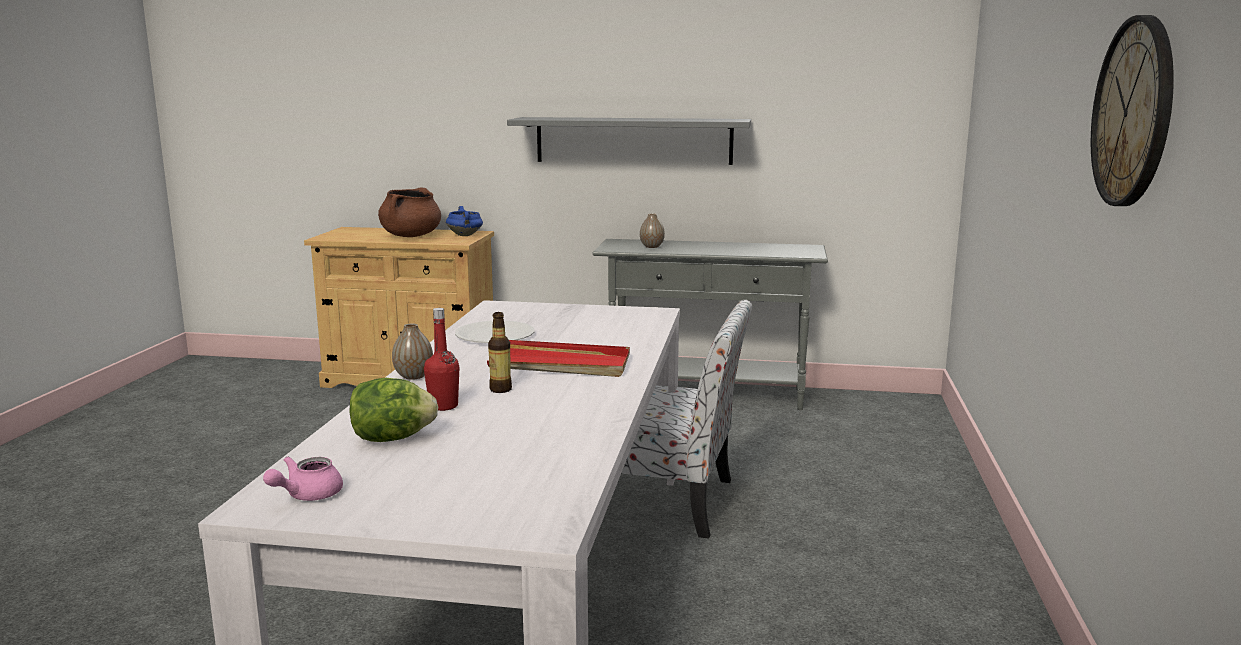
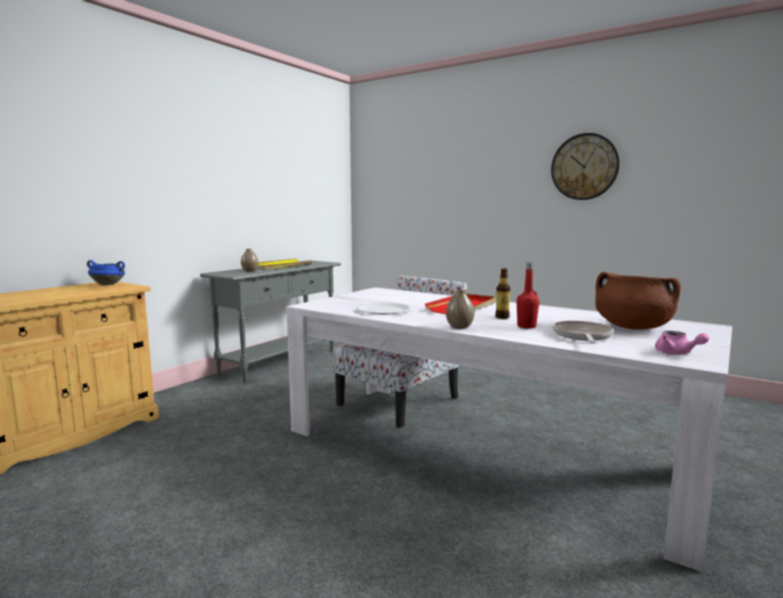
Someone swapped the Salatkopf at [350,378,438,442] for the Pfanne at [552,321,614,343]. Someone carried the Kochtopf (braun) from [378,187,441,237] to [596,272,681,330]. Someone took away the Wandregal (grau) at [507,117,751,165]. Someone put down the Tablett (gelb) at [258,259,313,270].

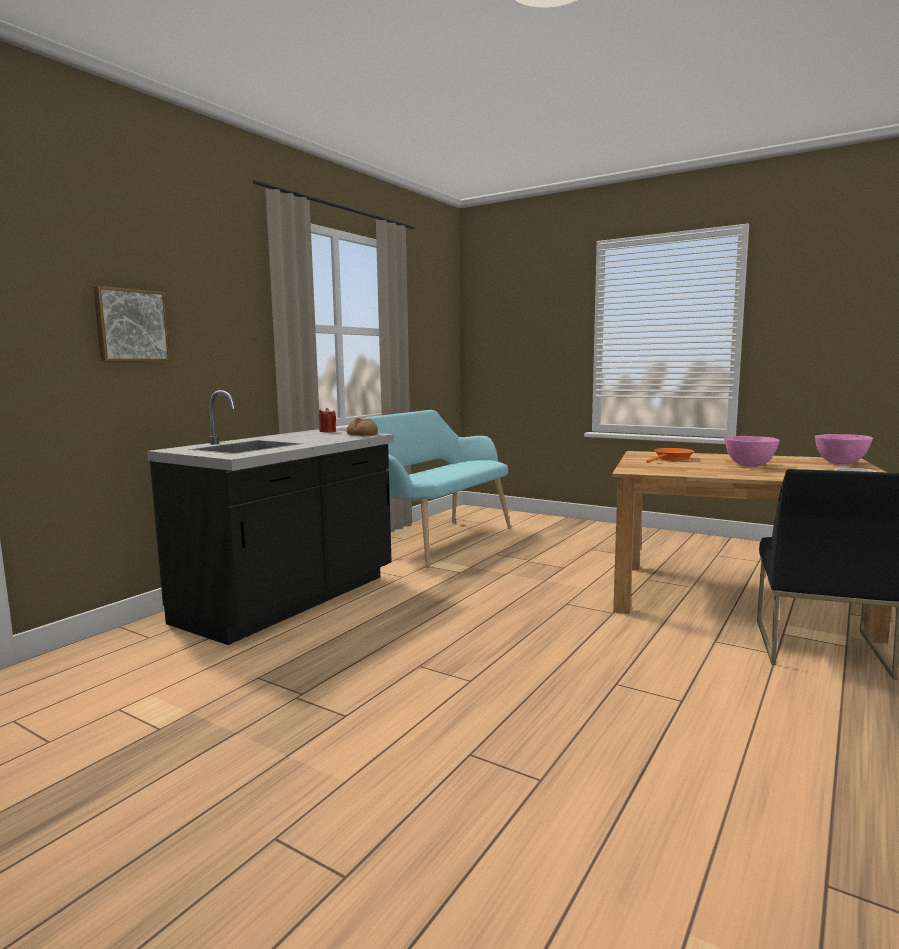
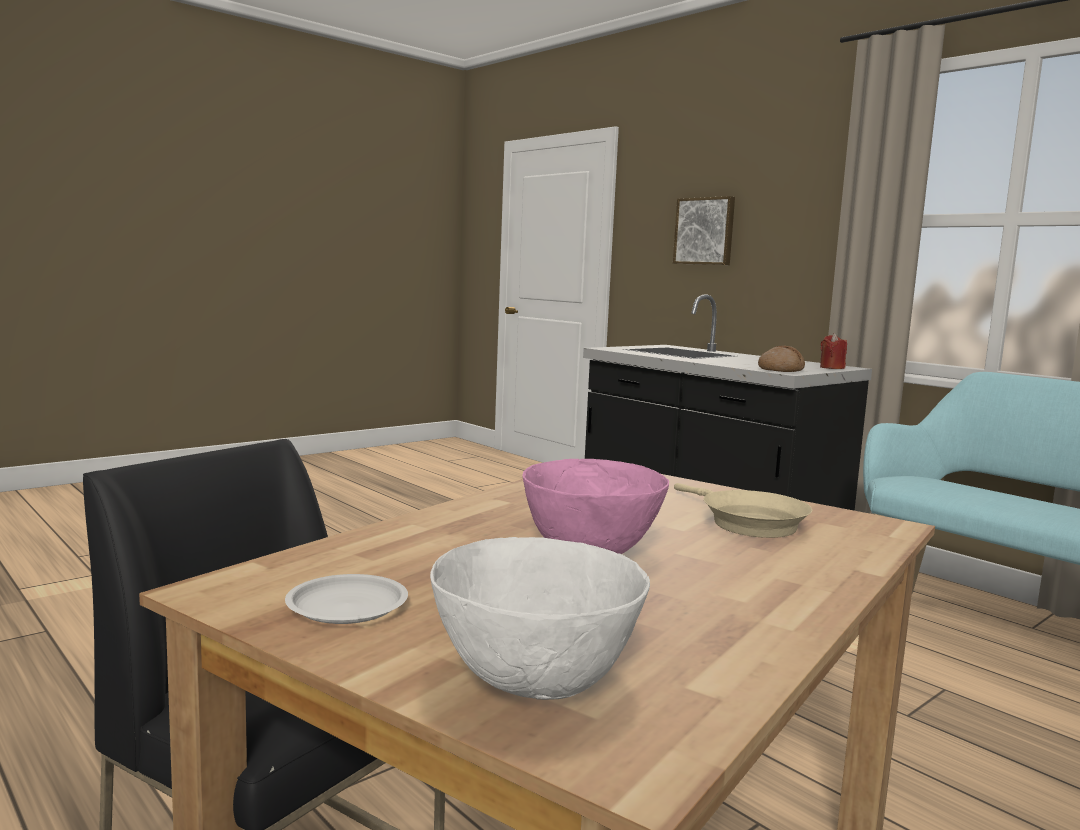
Someone repainted the Pfanne (orange) at [646,448,695,463], which became the Pfanne (beige) at [674,483,812,538]. Someone repainted the Schüssel (rosa) at [815,434,873,464], which became the Schüssel (weiß) at [430,537,650,700].

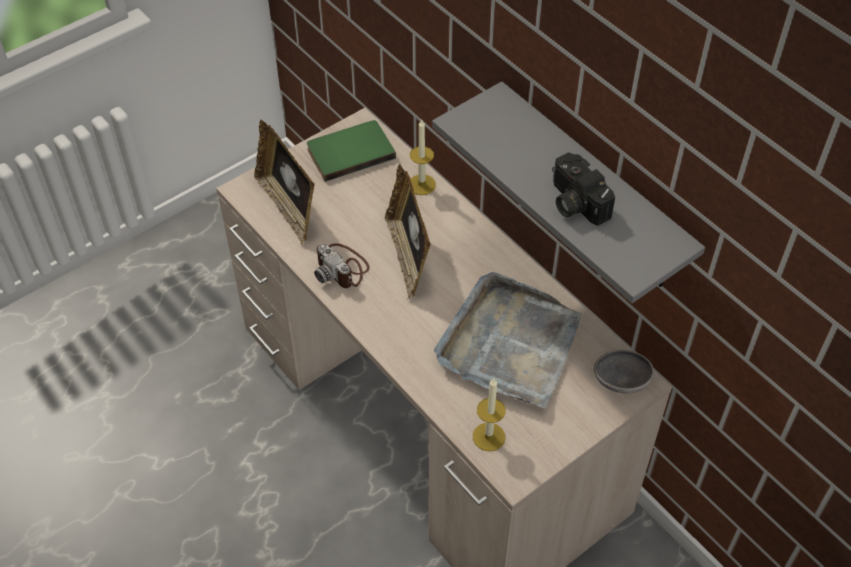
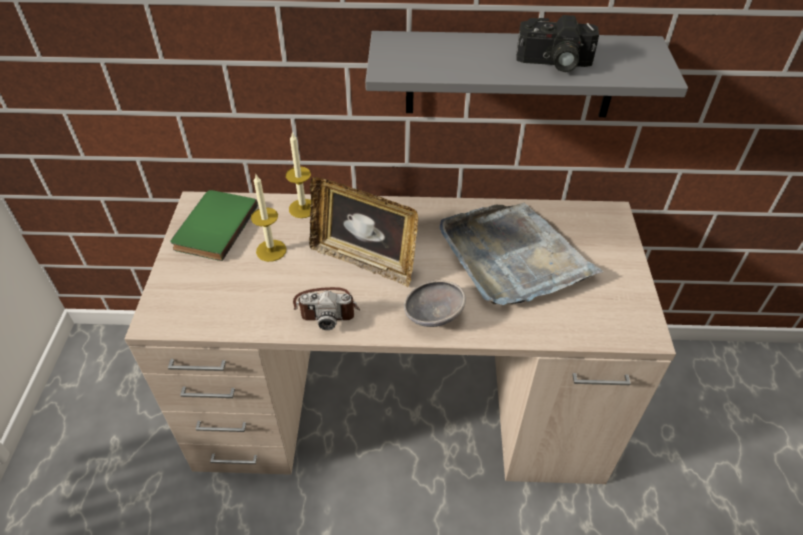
Someone took away the Bilderrahmen at [254,120,315,244]. Someone carried the Kerze from [473,379,505,451] to [251,175,287,262]. Someone carried the Schüssel (grau) from [594,350,654,394] to [404,280,466,327].

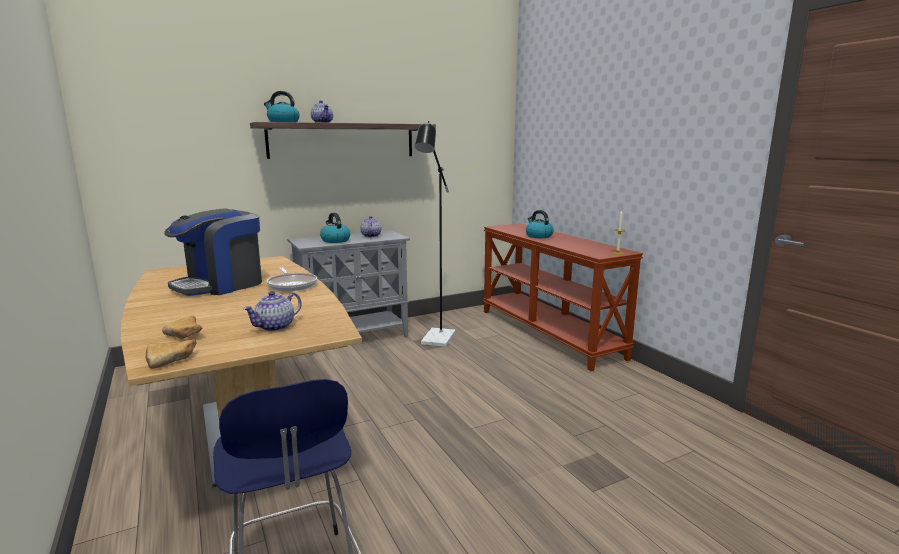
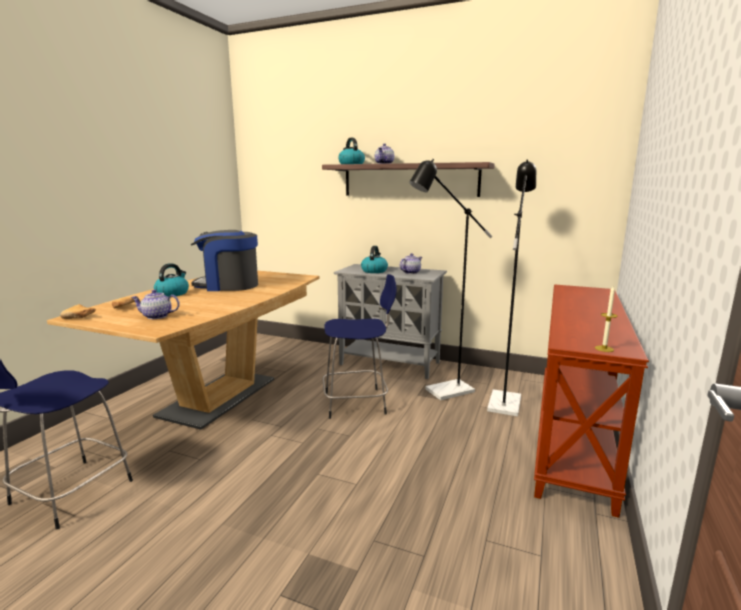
Someone took away the Pfanne at [266,267,317,291]. Someone carried the Wasserkessel from [526,210,554,238] to [154,263,189,297]. Someone put down the Hocker (blau) at [322,274,397,419]. Someone put down the Stehlampe (schwarz) at [487,159,536,417].

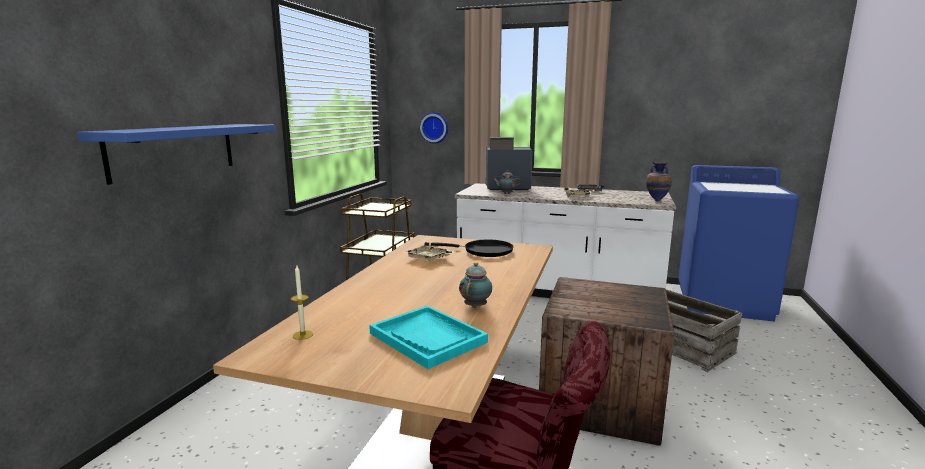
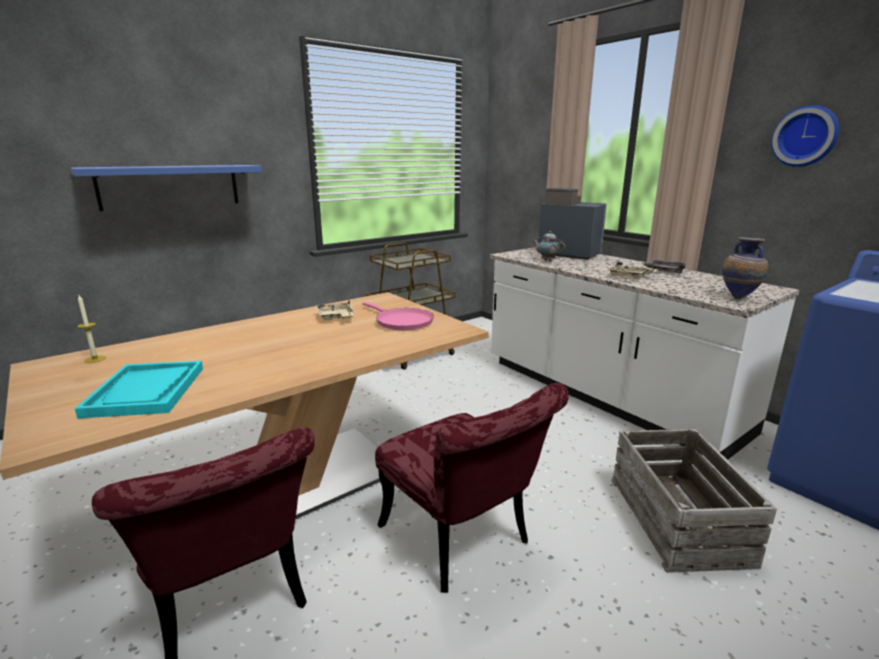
Someone carried the Wanduhr from [420,112,448,144] to [771,105,839,167]. Someone repainted the Pfanne (schwarz) at [431,240,514,257], which became the Pfanne (rosa) at [363,302,434,330]. Someone took away the Teekanne at [459,262,492,308]. Someone swapped the Kiste at [539,277,674,446] for the Stuhl (rot) at [375,383,569,593].

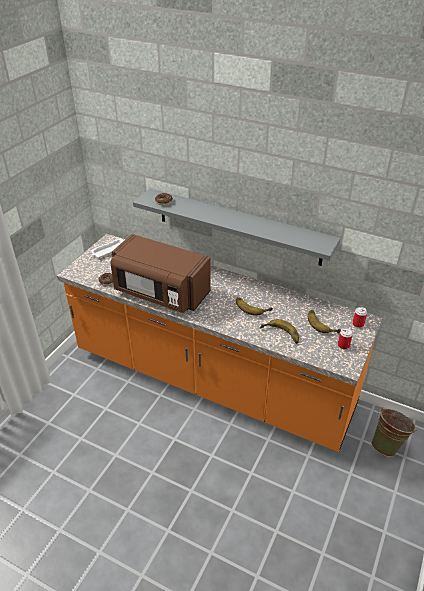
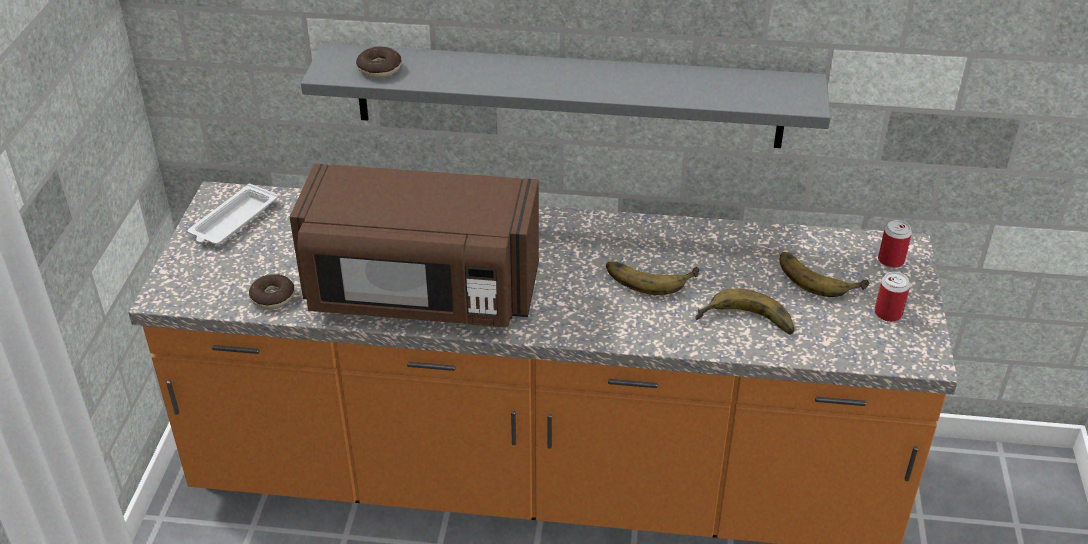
Someone took away the Eimer (grün) at [371,407,416,457].

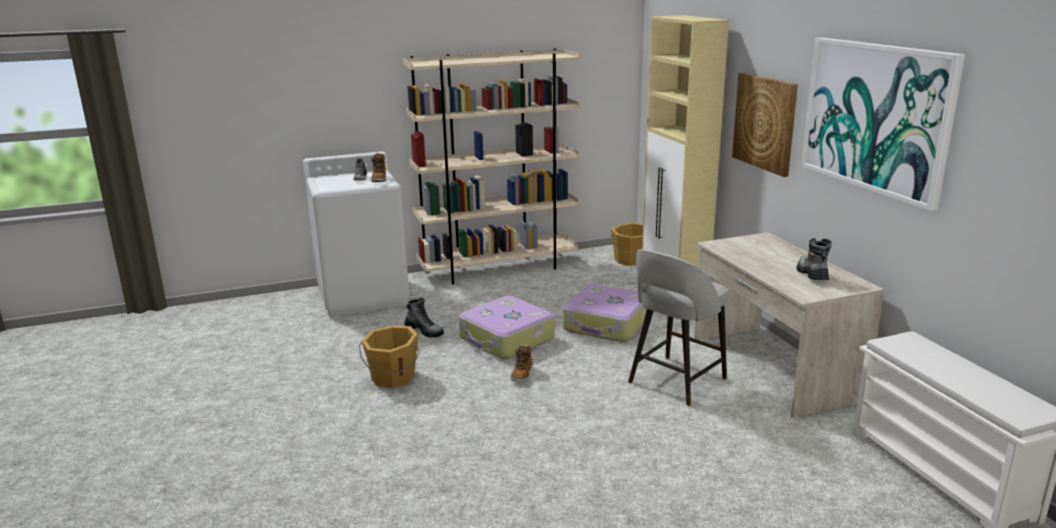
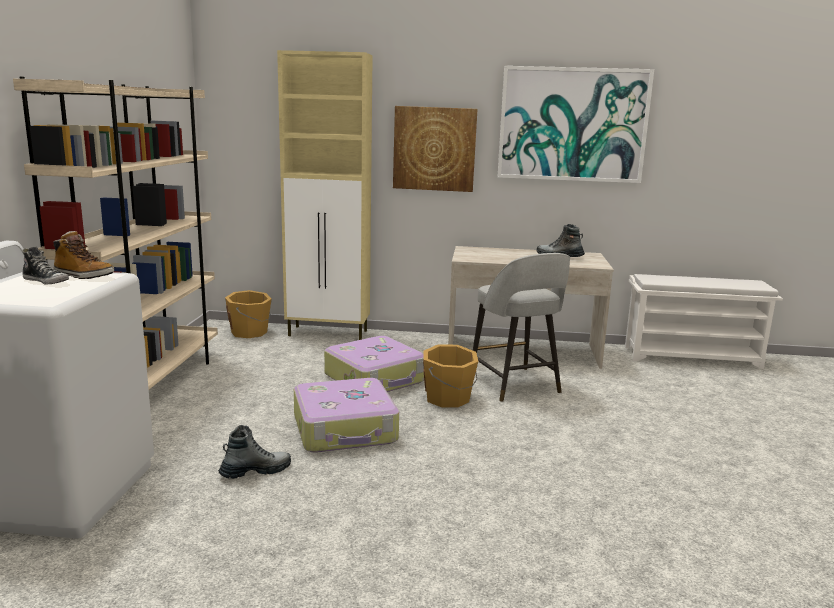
Someone carried the Eimer (orange) from [359,326,420,388] to [423,344,478,408]. Someone took away the Stiefel at [511,344,532,382].

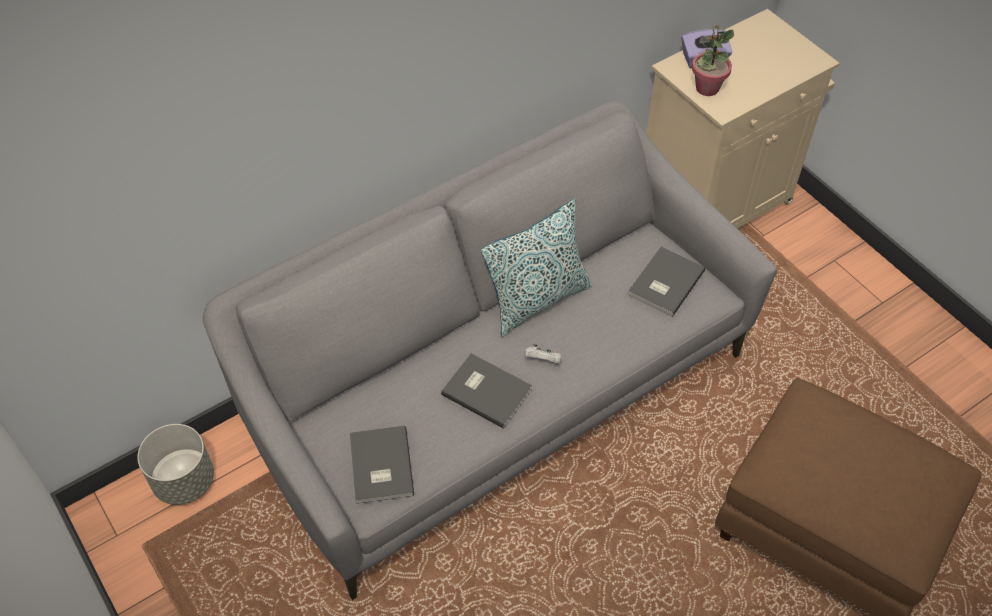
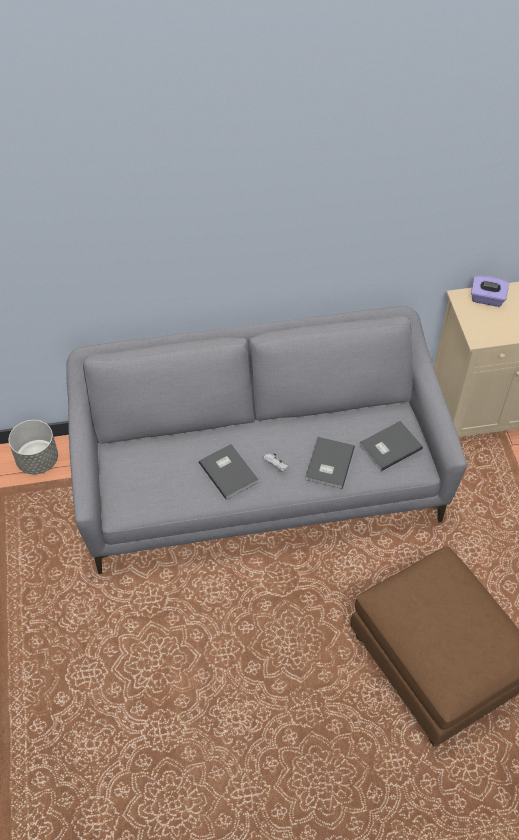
Someone carried the Buch (grau) from [350,425,414,504] to [305,437,355,489]. Someone took away the Kissen at [481,199,592,336]. Someone took away the Topfpflanze at [692,25,734,96].

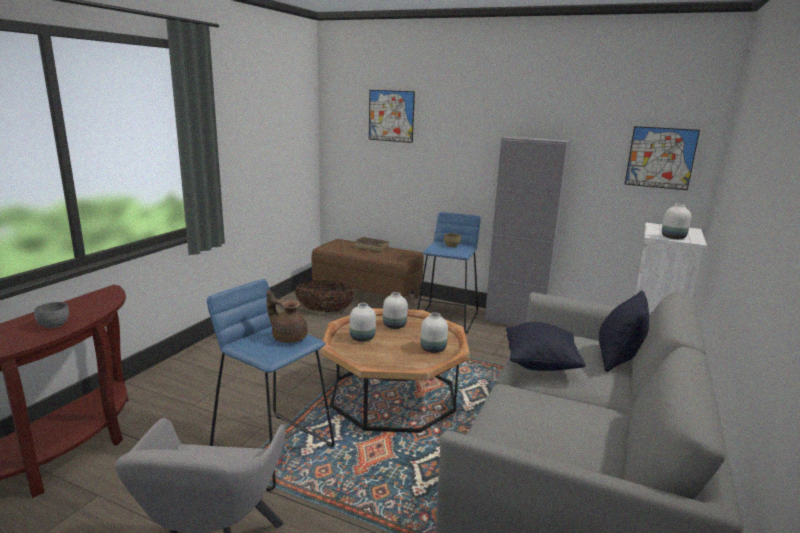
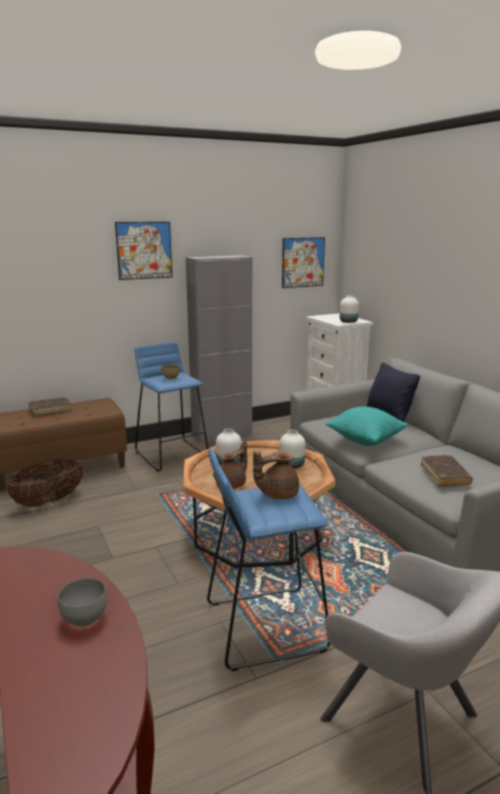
Someone swapped the Vase (weiß) at [350,303,376,342] for the Teekanne (braun) at [216,441,247,489]. Someone carried the Bild from [369,90,415,143] to [115,222,172,280]. Someone repainted the Kissen (schwarz) at [506,322,586,371], which became the Kissen (türkis) at [325,407,408,446]. Someone put down the Buch (braun) at [421,455,473,487].

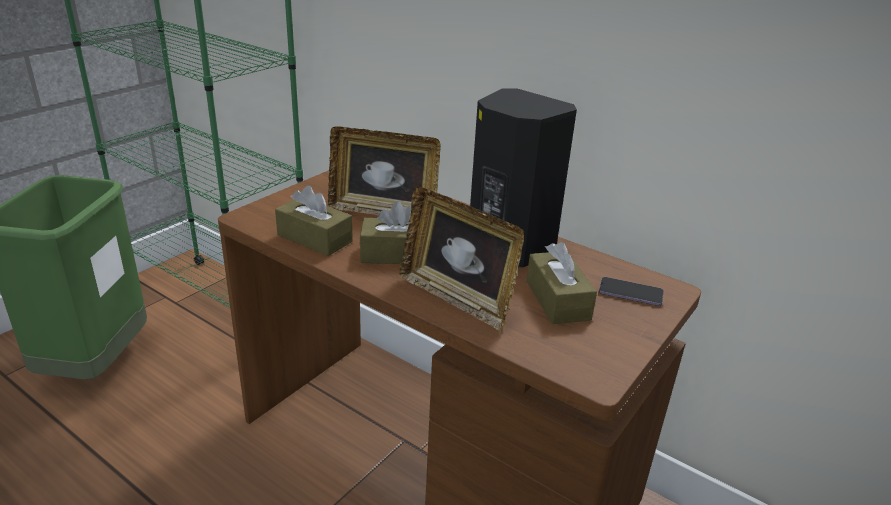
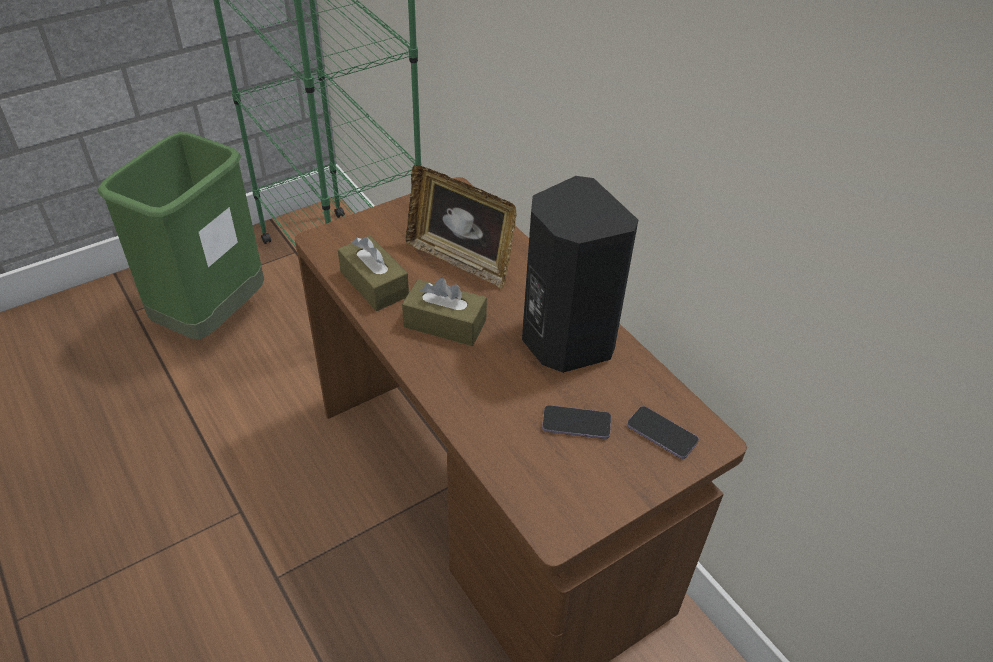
Someone took away the Bilderrahmen at [400,187,524,332]. Someone swapped the Taschentuchbox (braun) at [526,242,597,324] for the Handy at [542,405,611,439].

